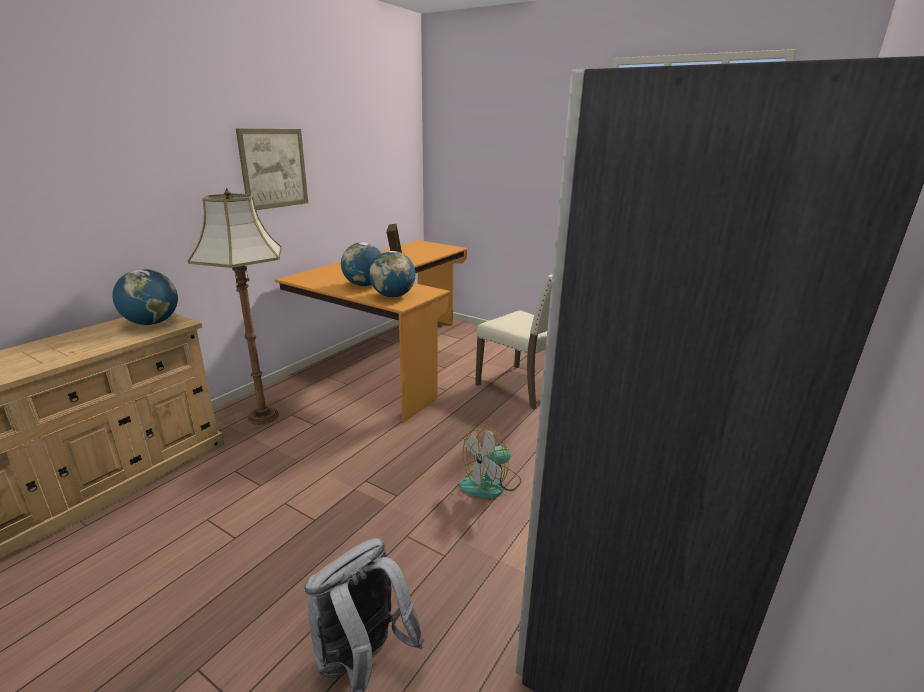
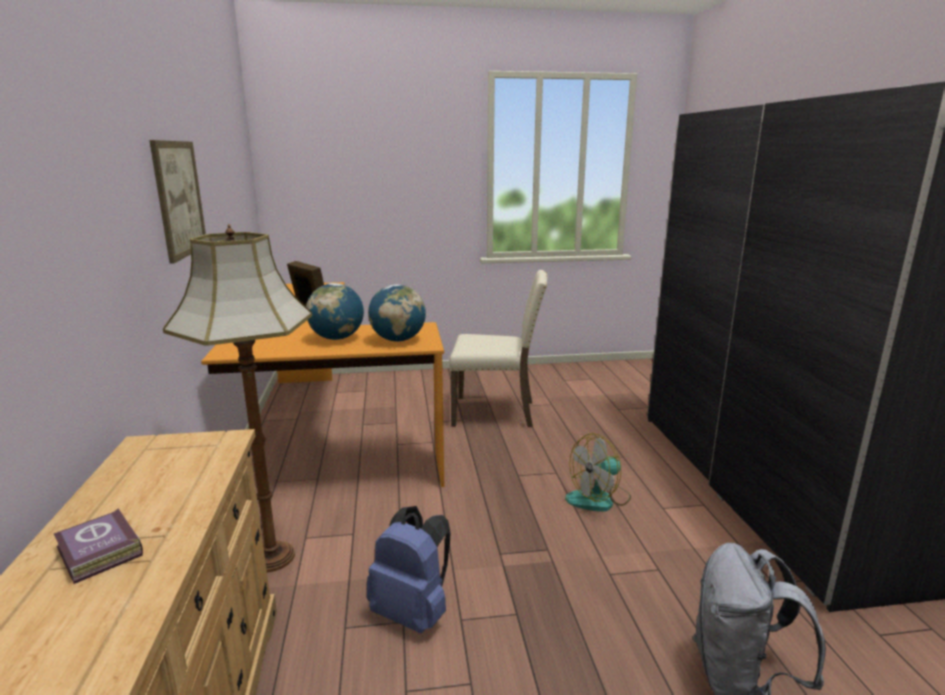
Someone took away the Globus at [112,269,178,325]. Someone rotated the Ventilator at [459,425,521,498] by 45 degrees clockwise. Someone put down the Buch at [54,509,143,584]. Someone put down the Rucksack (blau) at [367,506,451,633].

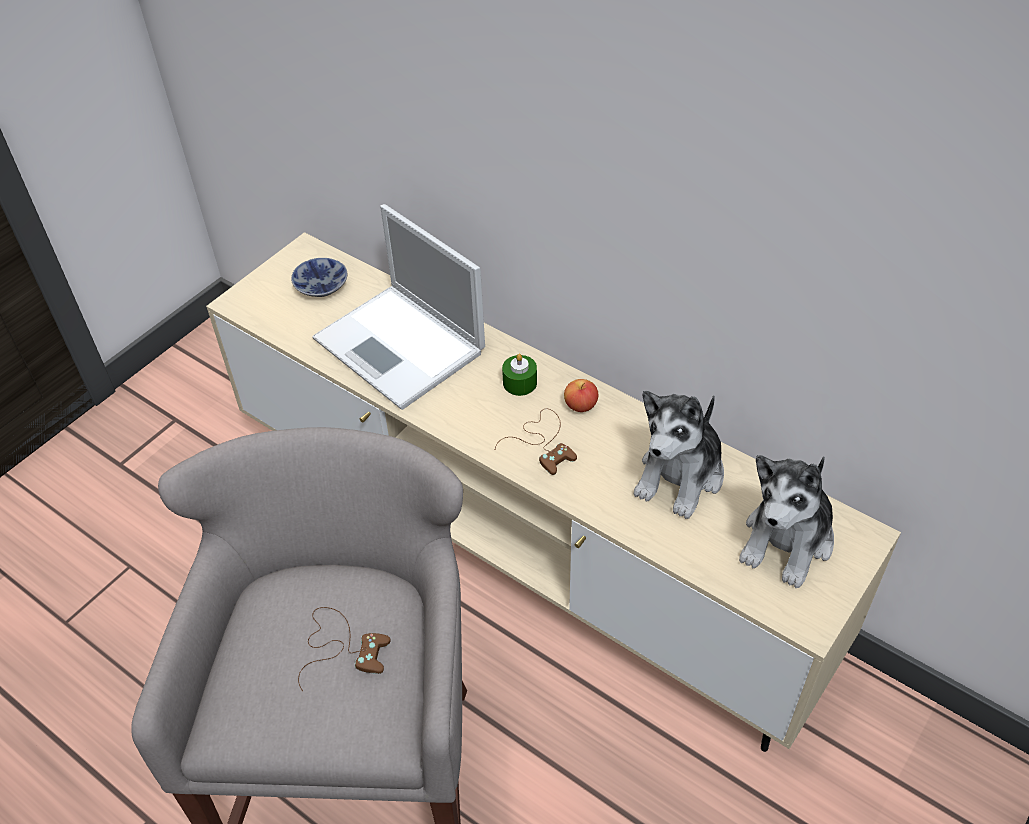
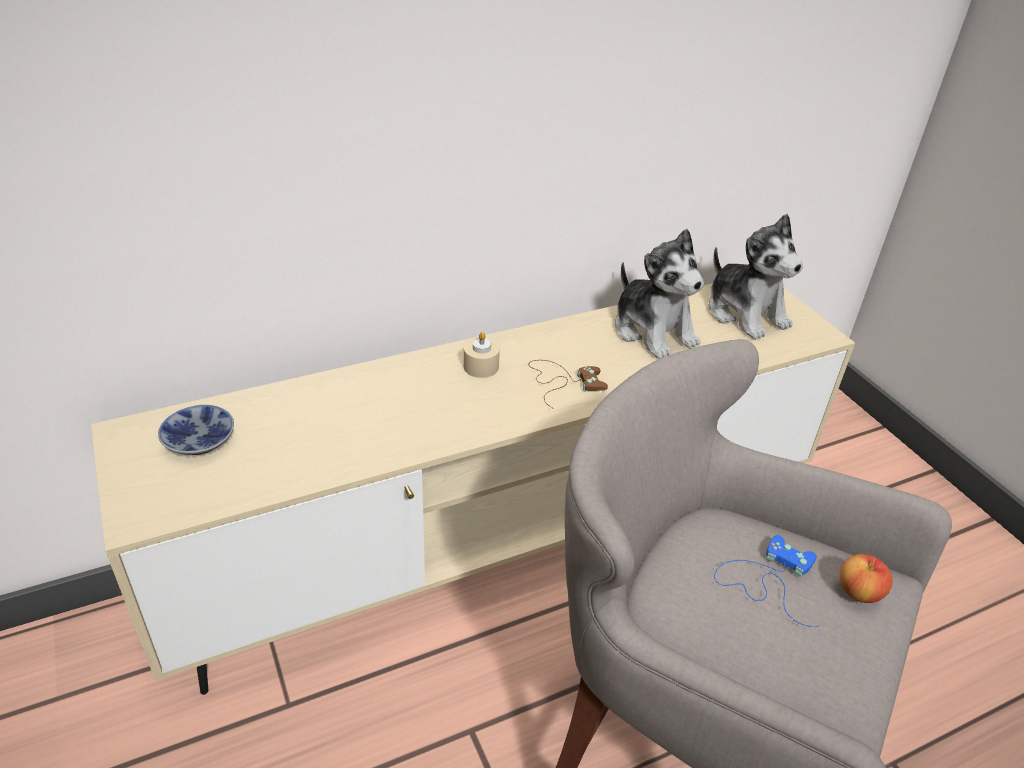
Someone repainted the Gamepad (braun) at [298,607,391,691], which became the Gamepad (blau) at [714,535,819,627]. Someone took away the Laptop at [312,204,485,410]. Someone repainted the Kerze (grün) at [502,354,537,396], which became the Kerze (beige) at [464,332,500,378]. Someone carried the Apfel from [564,379,598,412] to [840,554,893,603].

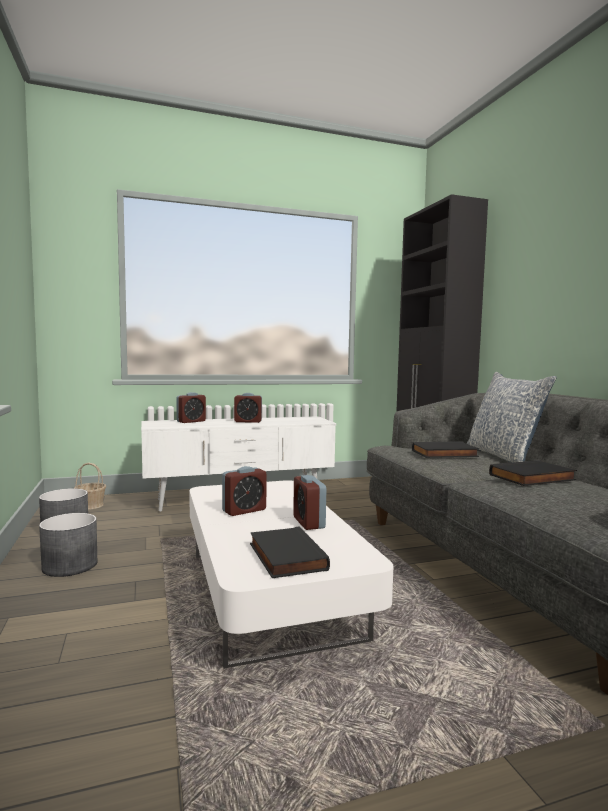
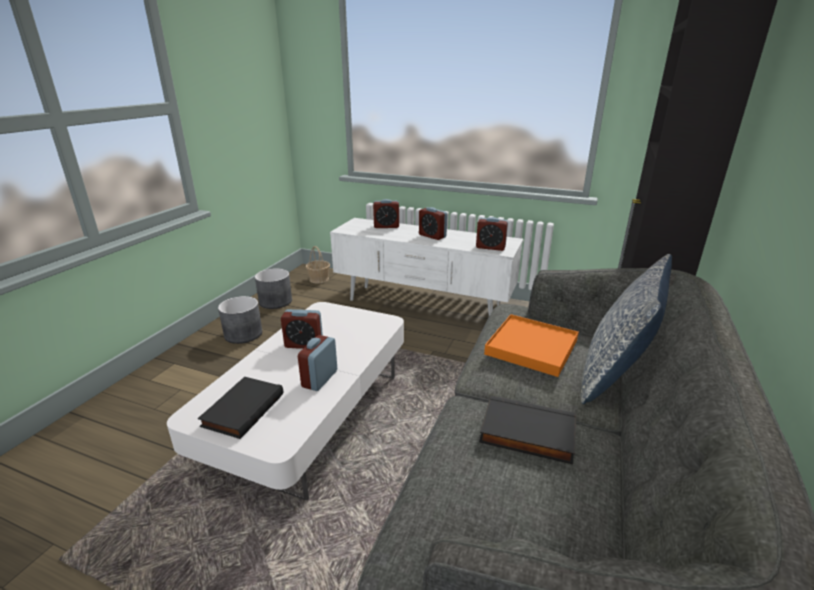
Someone swapped the Buch (schwarz) at [412,441,479,458] for the Tablett (orange) at [484,314,579,377]. Someone put down the Wecker at [476,217,508,251].

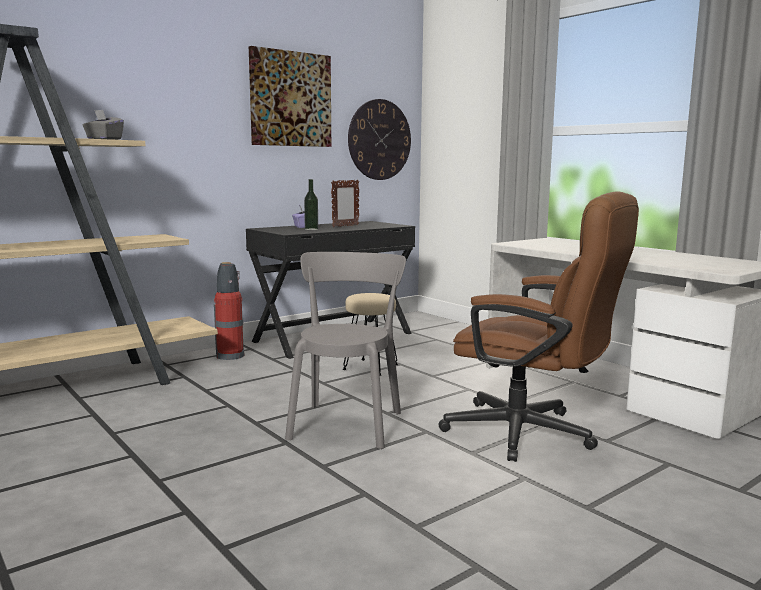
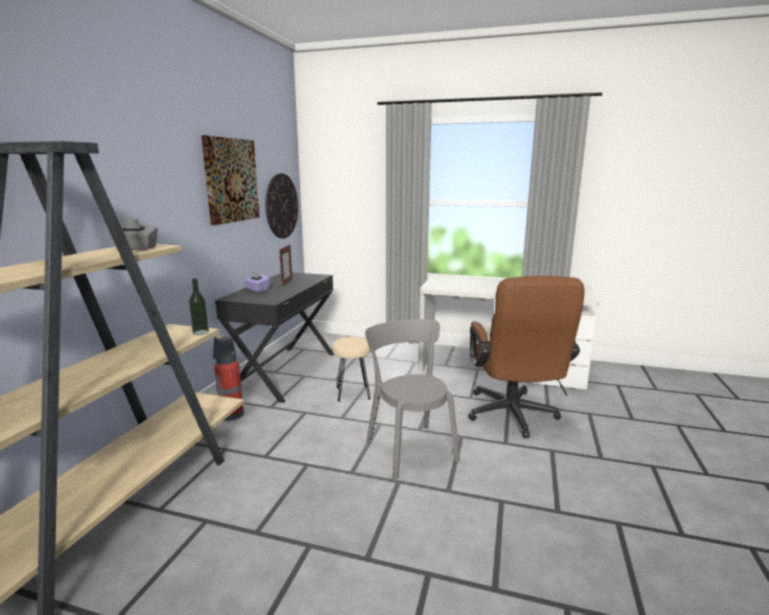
Someone carried the Flasche from [304,179,318,230] to [189,278,209,335]. Someone rotated the Bürostuhl (braun) at [439,191,639,462] by 90 degrees clockwise.

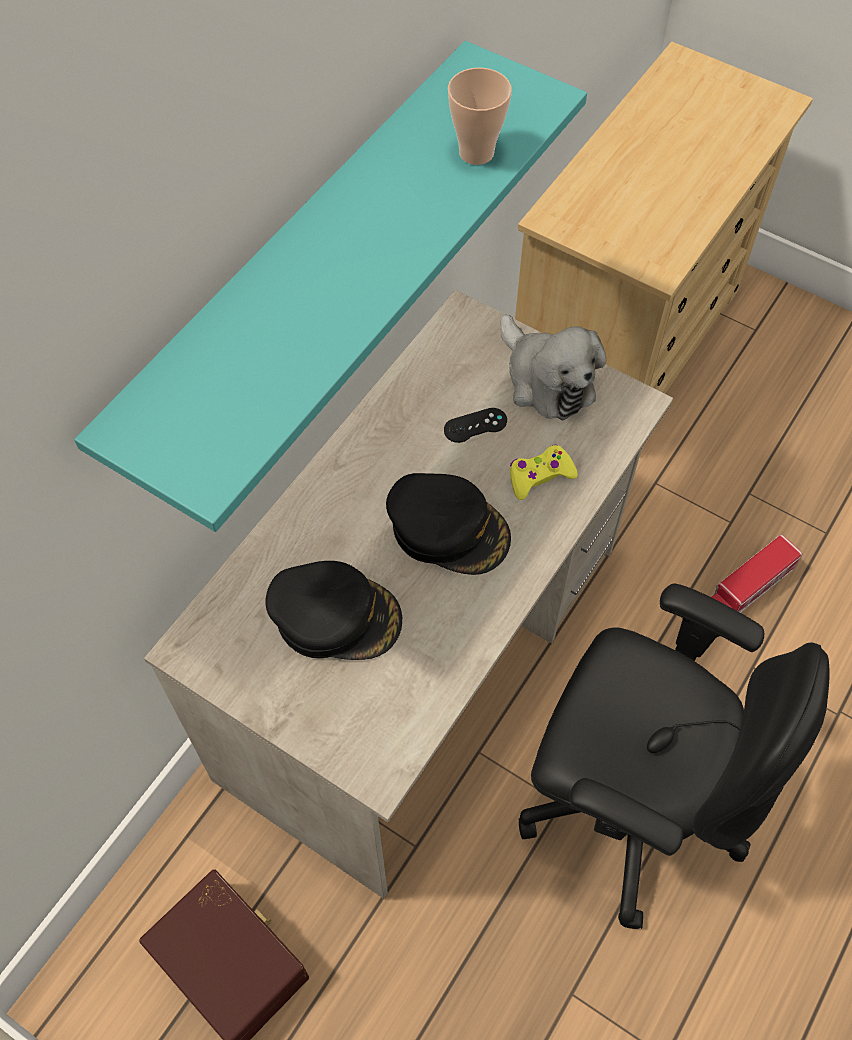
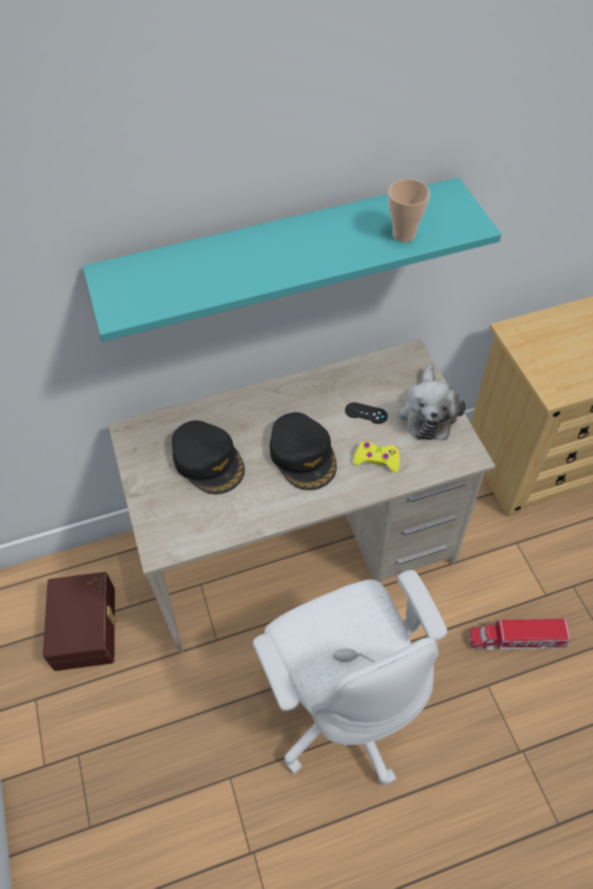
Someone repainted the Bürostuhl (schwarz) at [519,583,829,929], which became the Bürostuhl (weiß) at [253,570,447,786].

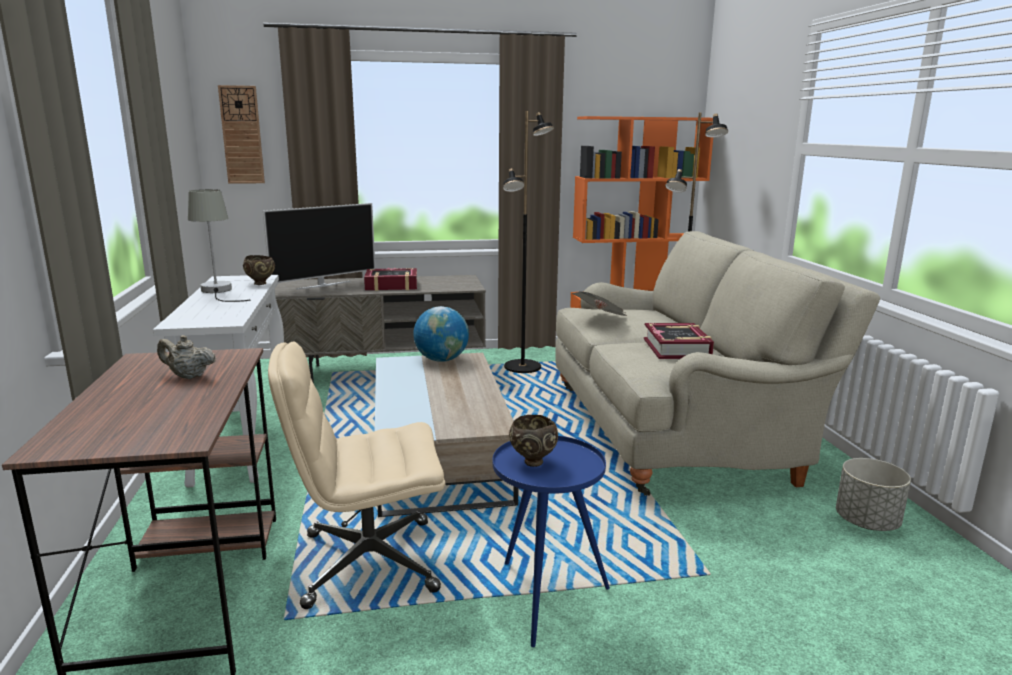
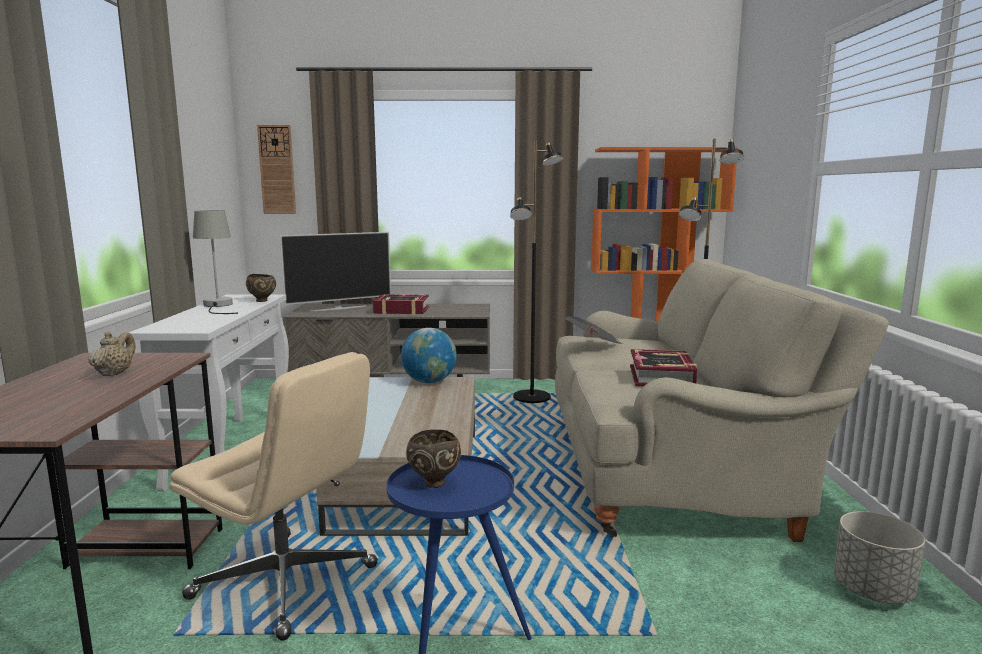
Someone rotated the Teekanne (beige) at [157,335,216,379] by 75 degrees clockwise. Someone rotated the Bürostuhl (beige) at [268,341,446,609] by 150 degrees counterclockwise.

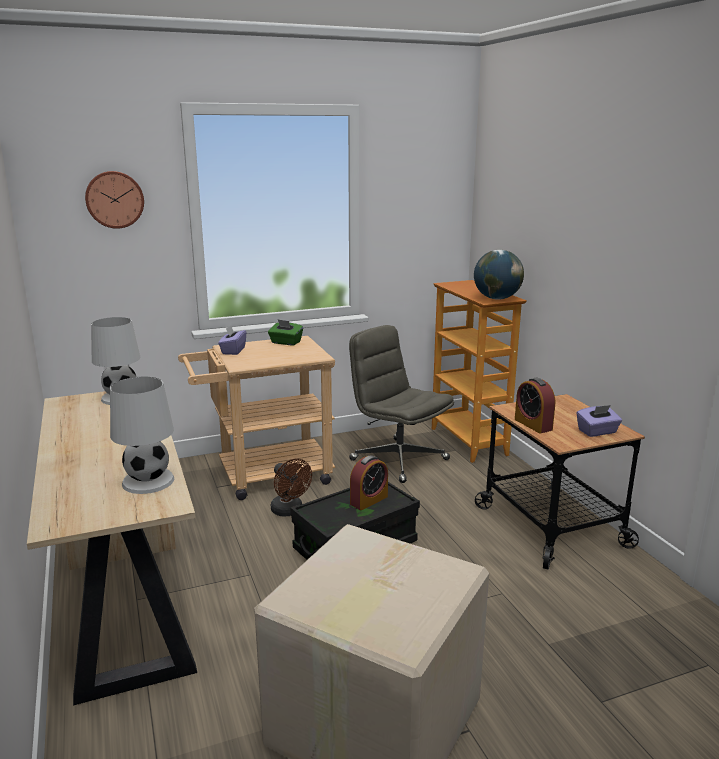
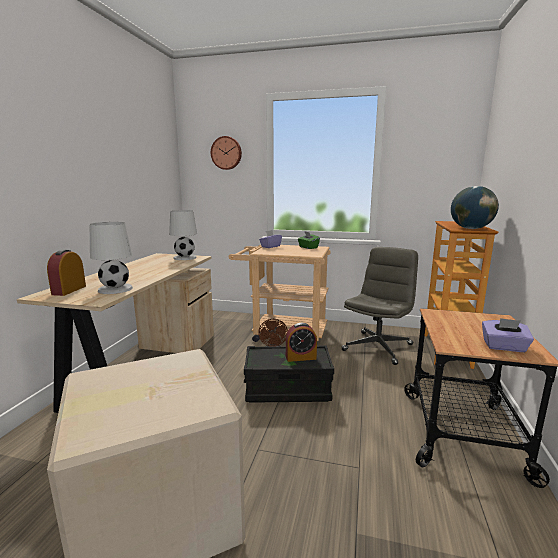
Someone rotated the Bürostuhl (grau) at [349,325,454,483] by 45 degrees clockwise. Someone carried the Wecker from [515,378,555,433] to [47,249,86,296].

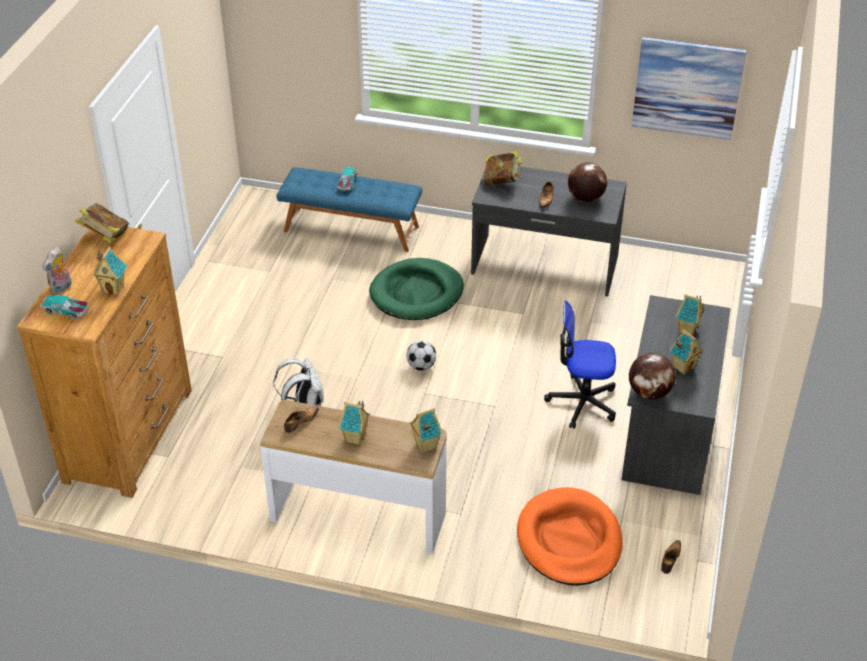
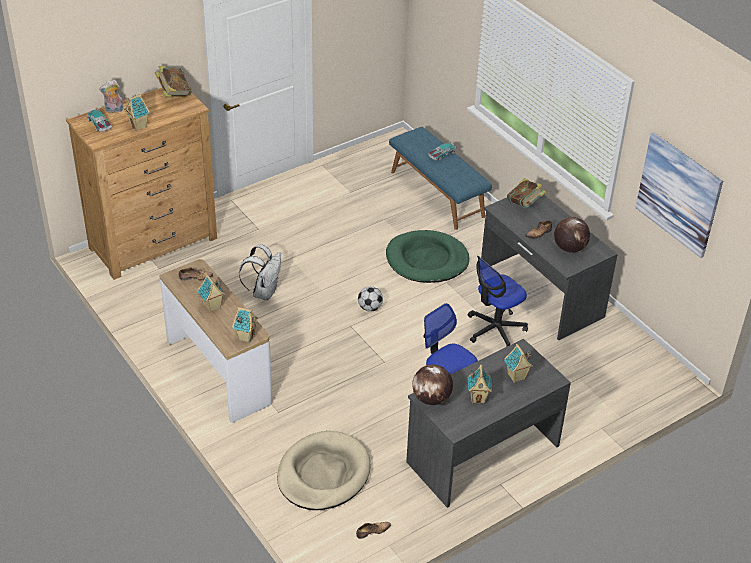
Someone repainted the Hundebett (orange) at [517,487,623,586], which became the Hundebett (beige) at [277,431,371,510]. Someone put down the Bürostuhl at [468,256,528,347].

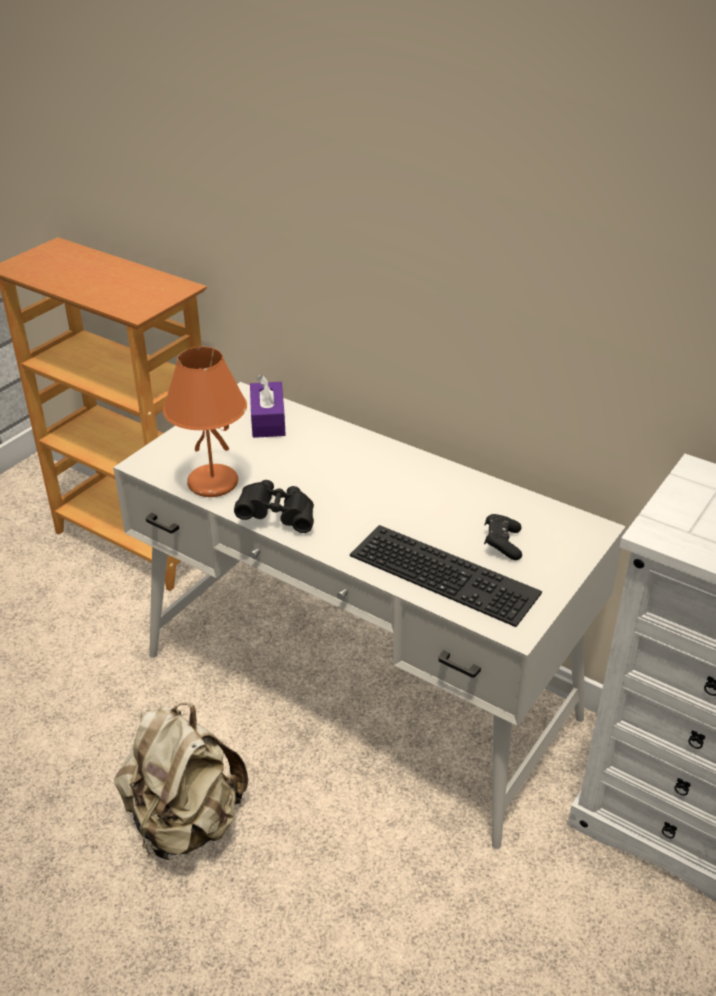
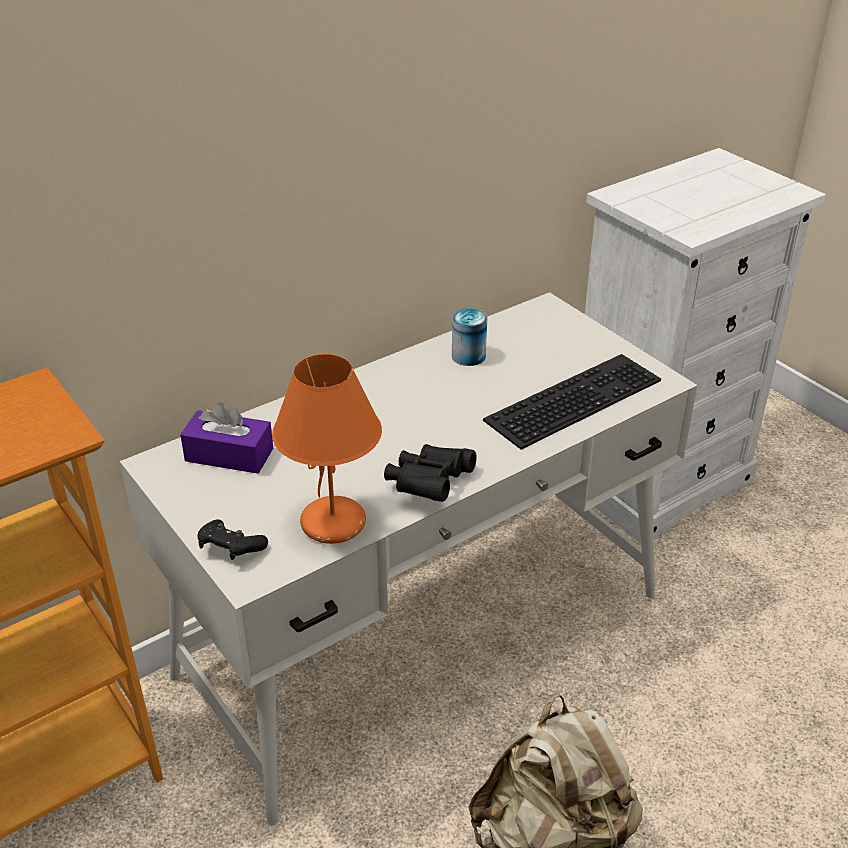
Someone carried the Gamepad (schwarz) from [484,514,522,560] to [198,519,268,560]. Someone put down the Dose at [452,308,487,366].

